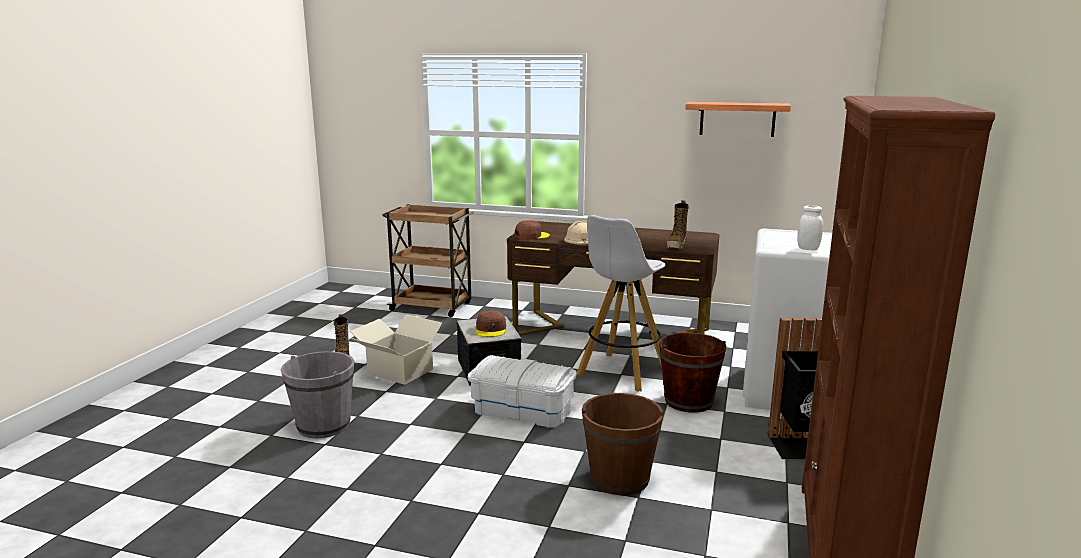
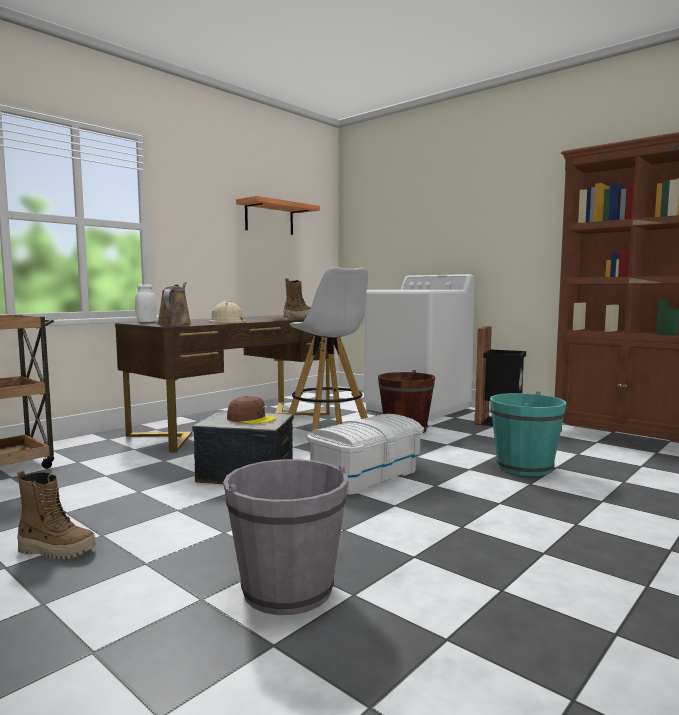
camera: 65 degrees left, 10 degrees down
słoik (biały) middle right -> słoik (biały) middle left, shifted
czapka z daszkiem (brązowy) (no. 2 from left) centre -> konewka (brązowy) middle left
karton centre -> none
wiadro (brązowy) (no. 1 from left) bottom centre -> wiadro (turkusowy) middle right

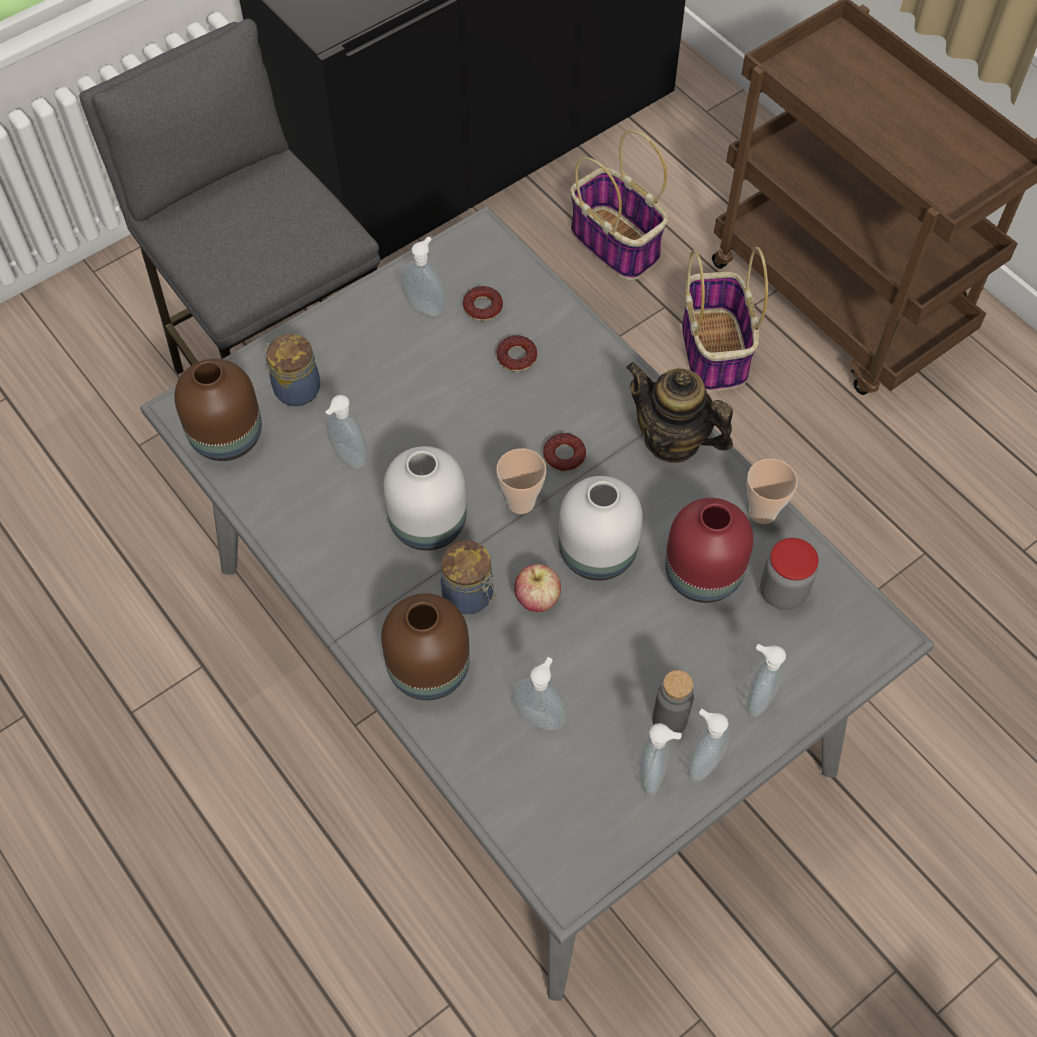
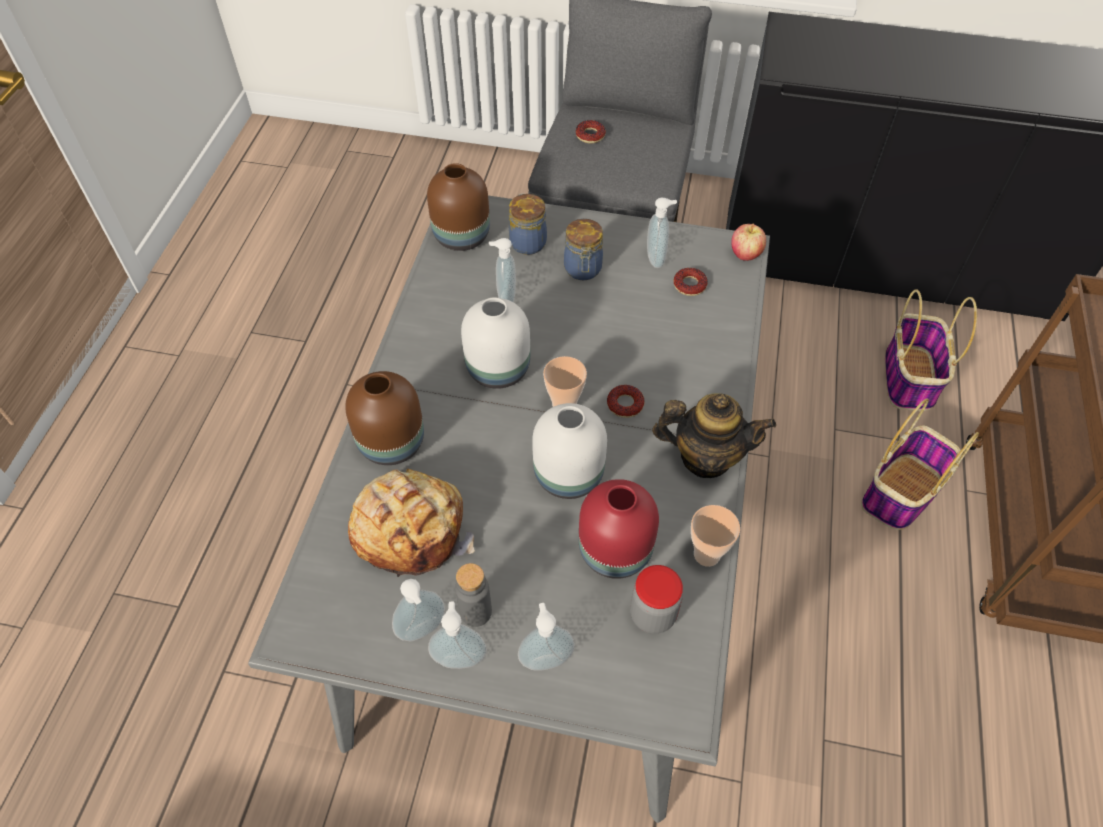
camera: 50 degrees right, 5 degrees down
donut (no. 2 from left in the first image) centre -> donut (no. 1 from left) top centre, shifted
imbryk centre, 105 degrees clockwise
słoik (no. 2 from left) centre -> słoik (no. 2 from left) top centre, shifted
jabłko centre -> jabłko top right, shifted
dozownik mydła (no. 3 from left) bottom centre -> chleb centre

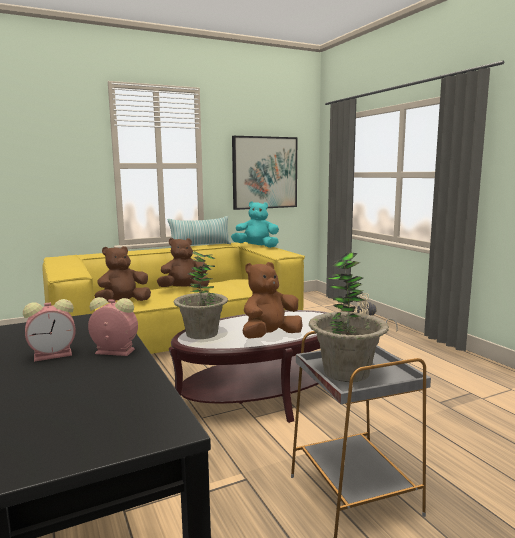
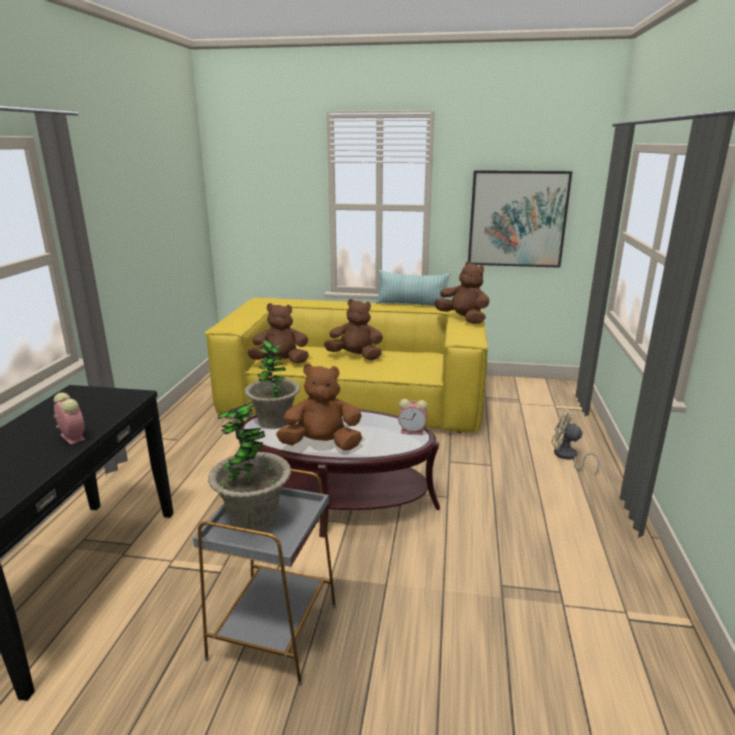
camera: 35 degrees right, 10 degrees up
pluszak (turkusowy) centre -> pluszak (brązowy) (no. 4 from left) centre
budzik (no. 1 from left in the first image) middle left -> budzik (no. 2 from left) centre, shifted

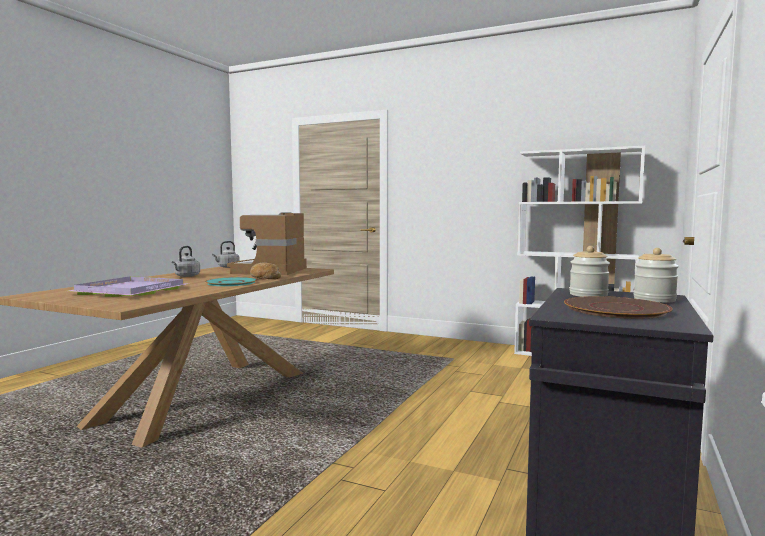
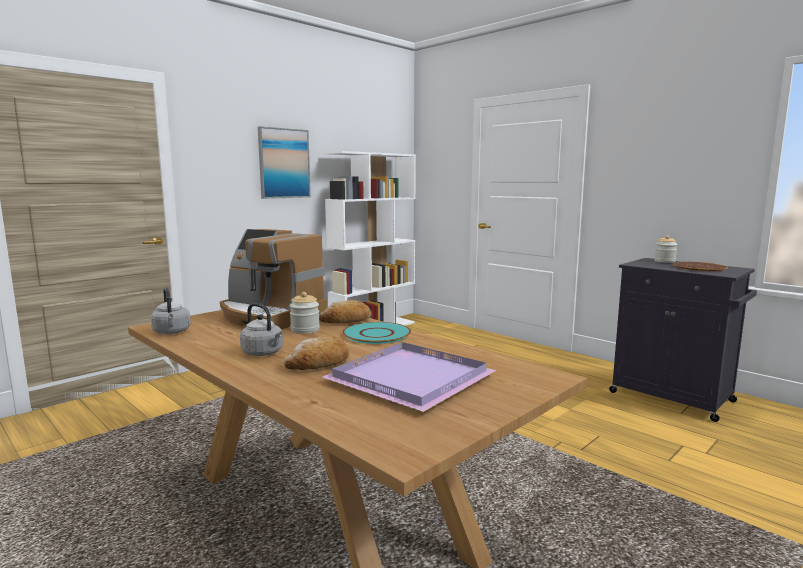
camera: 70 degrees left, 5 degrees up
słoik (no. 1 from left) middle right -> słoik (no. 1 from left) centre, shifted
none -> obraz top centre
none -> chleb (no. 1 from left) centre

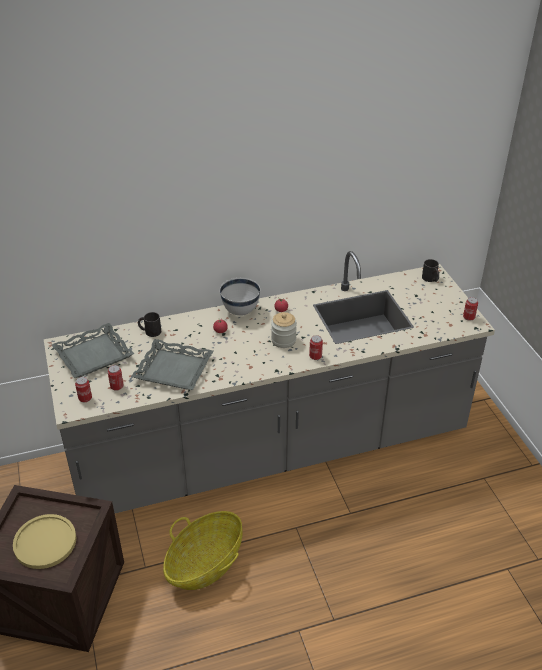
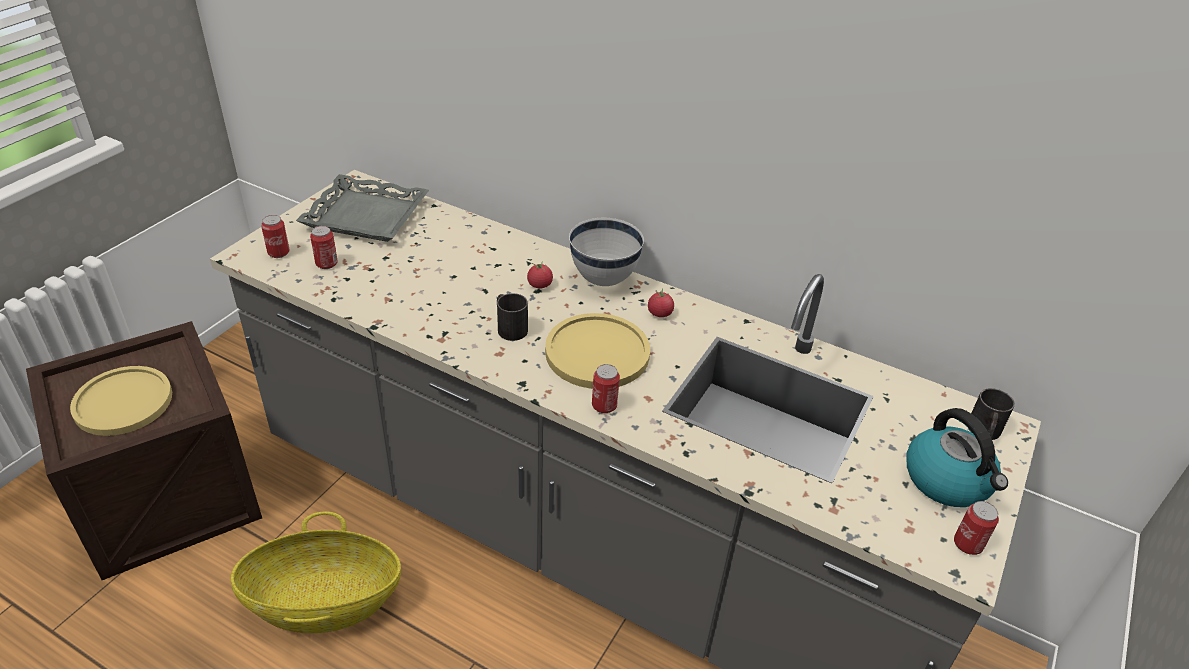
camera: 45 degrees right, 0 degrees up
kubek (czarny) (no. 1 from left) middle left -> kubek (czarny) (no. 1 from left) centre, shifted
słoik centre -> talerz (żółty) (no. 2 from left) centre
taca (szary) (no. 2 from left) middle left -> none
none -> czajnik bottom right

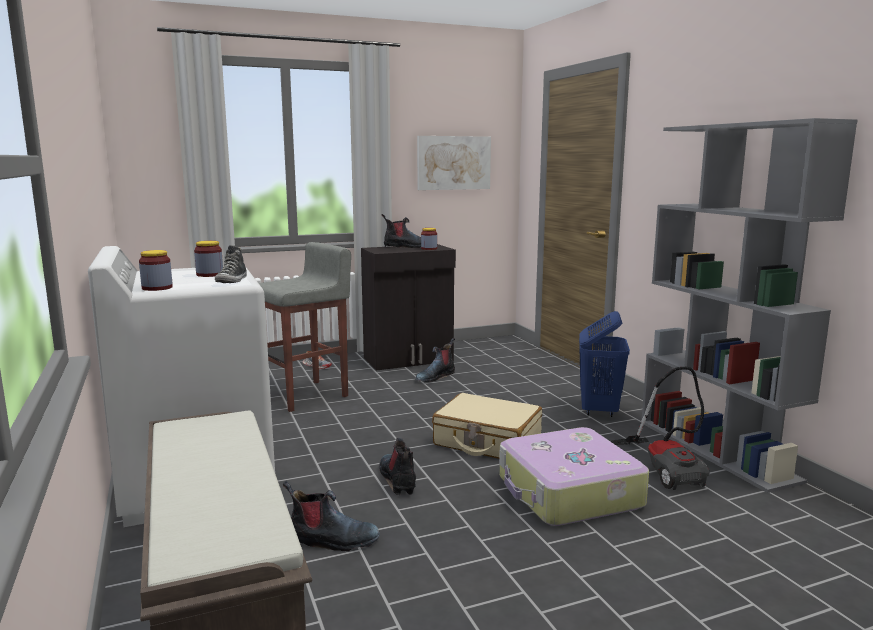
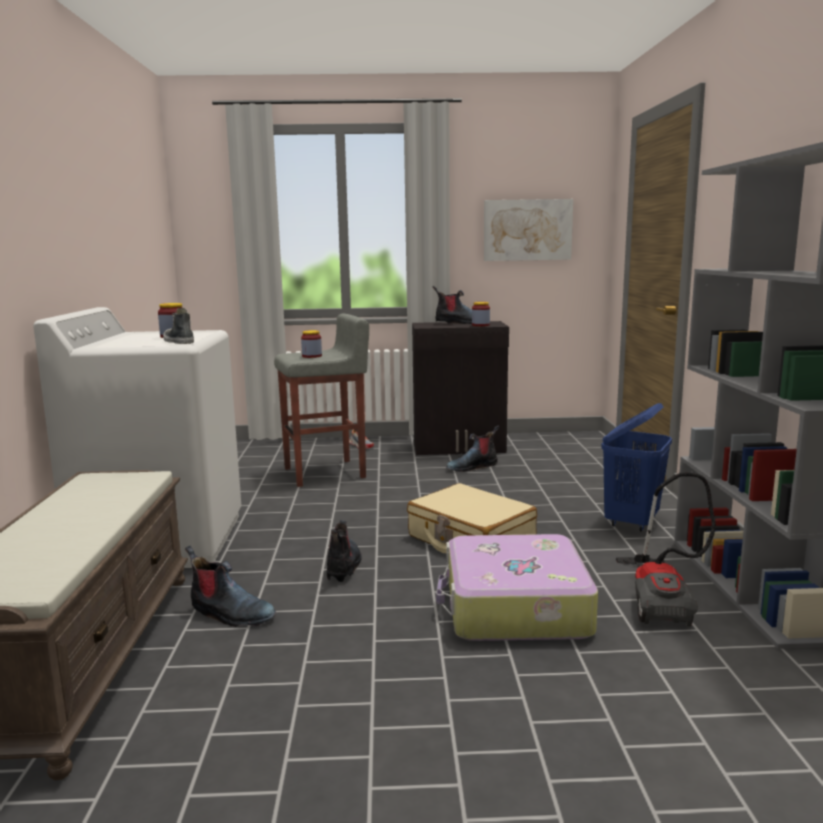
camera: 20 degrees right, 0 degrees up
but (no. 1 from left) middle left, 120 degrees clockwise
słoik (no. 1 from left in the first image) middle left -> słoik (no. 2 from left) centre, shifted

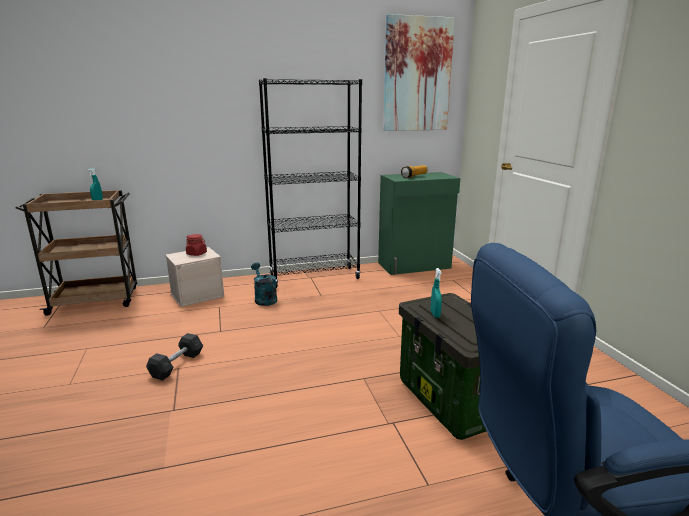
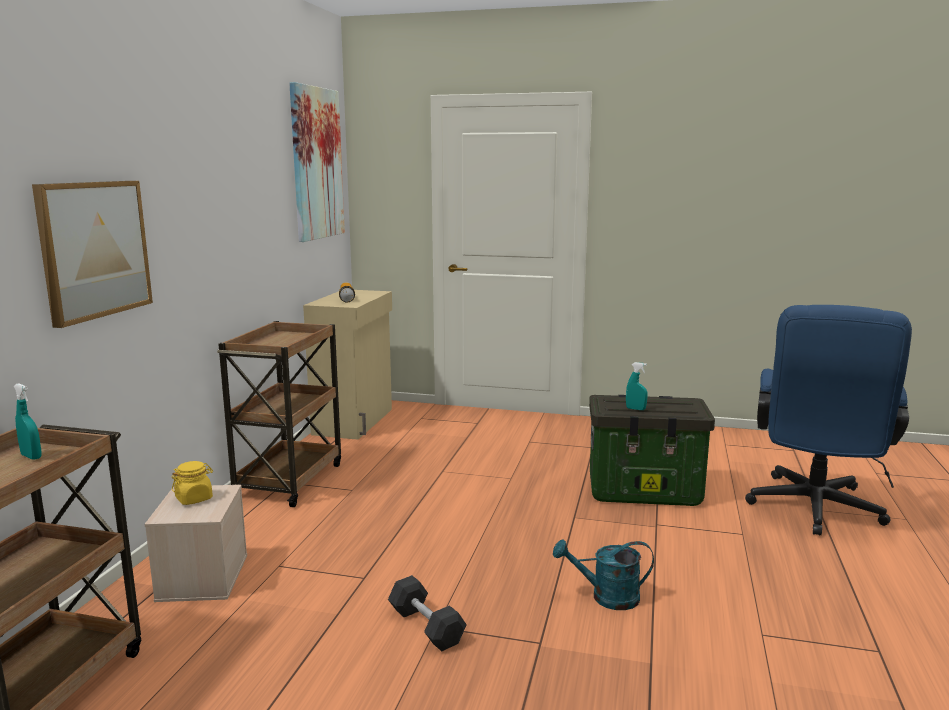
camera: 60 degrees left, 5 degrees down
regał (czarny) centre -> wózek (brązowy) (no. 2 from left) middle left
szafka (zielony) centre -> szafka (beżowy) centre
słoik (czerwony) middle left -> słoik (żółty) bottom left
konewka (turkusowy) centre -> konewka (turkusowy) bottom centre, shifted
none -> obraz (no. 1 from left) middle left

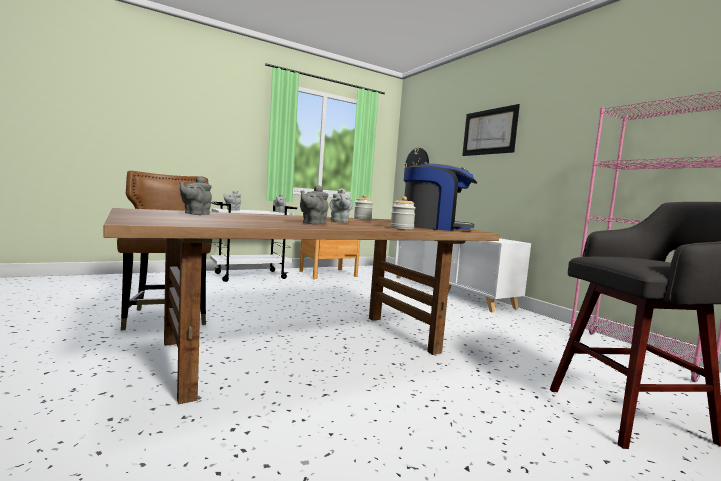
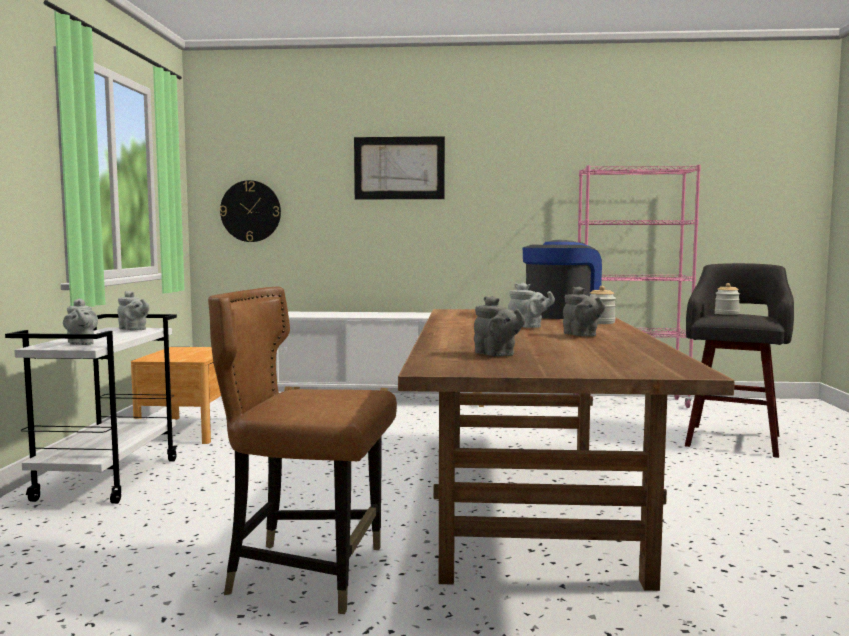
camera: 55 degrees left, 0 degrees up
słoik (no. 1 from left in the first image) centre -> słoik (no. 2 from left) middle right, shifted

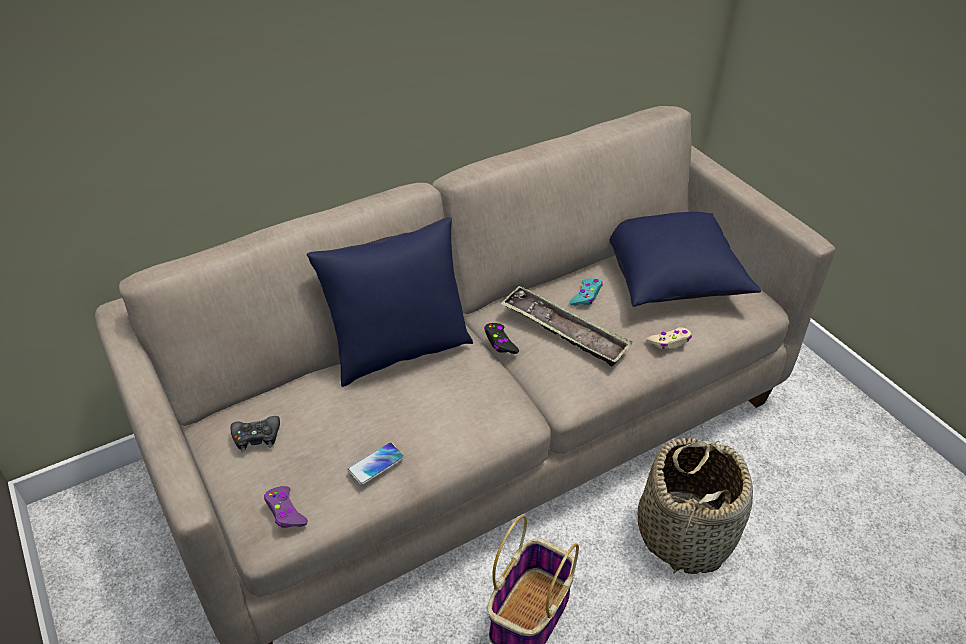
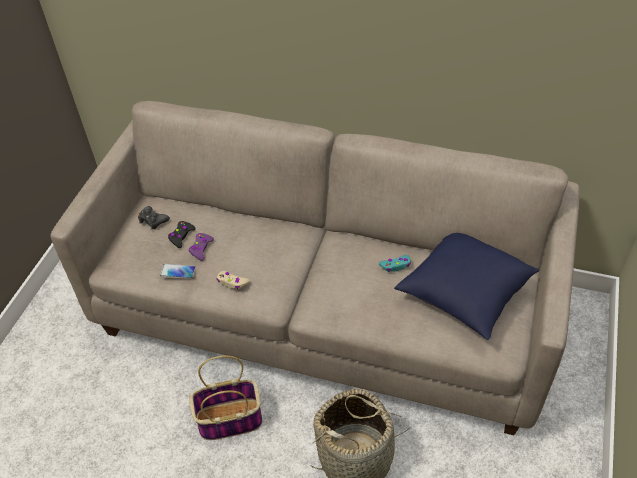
camera: 50 degrees right, 5 degrees up
poduszka (niebieski) (no. 1 from left) centre -> none
taca centre -> none
pad do gier (czarny) (no. 2 from left) centre -> pad do gier (czarny) (no. 2 from left) middle left, shifted
pad do gier (beżowy) middle right -> pad do gier (beżowy) centre, shifted
pad do gier (fioletowy) bottom left -> pad do gier (fioletowy) middle left, shifted

